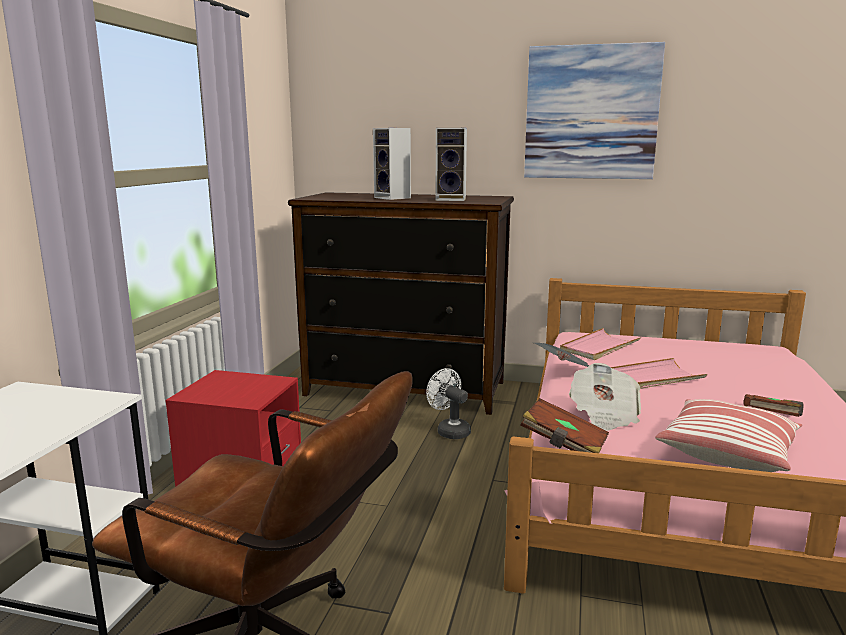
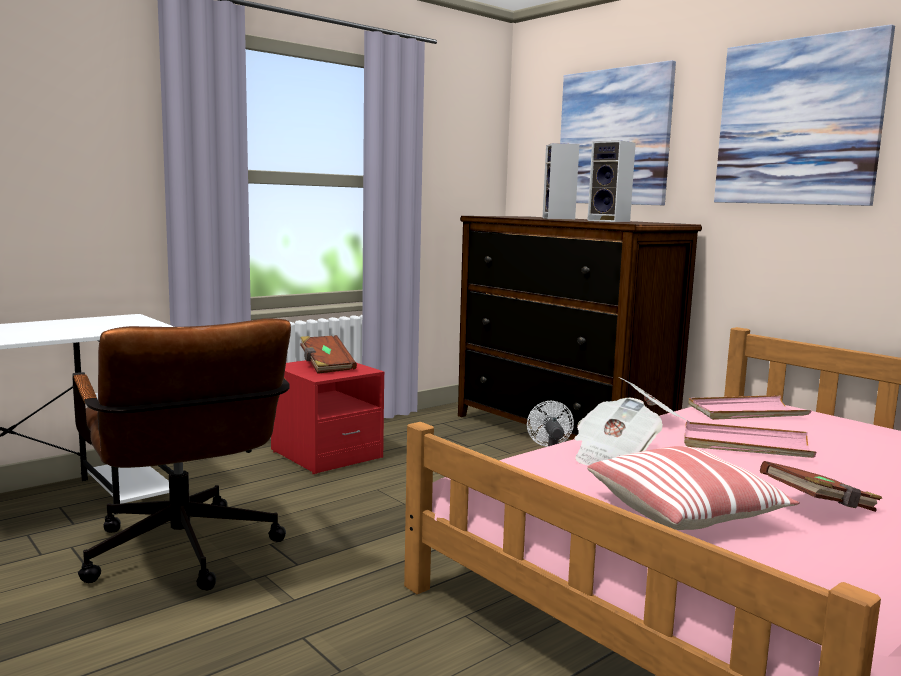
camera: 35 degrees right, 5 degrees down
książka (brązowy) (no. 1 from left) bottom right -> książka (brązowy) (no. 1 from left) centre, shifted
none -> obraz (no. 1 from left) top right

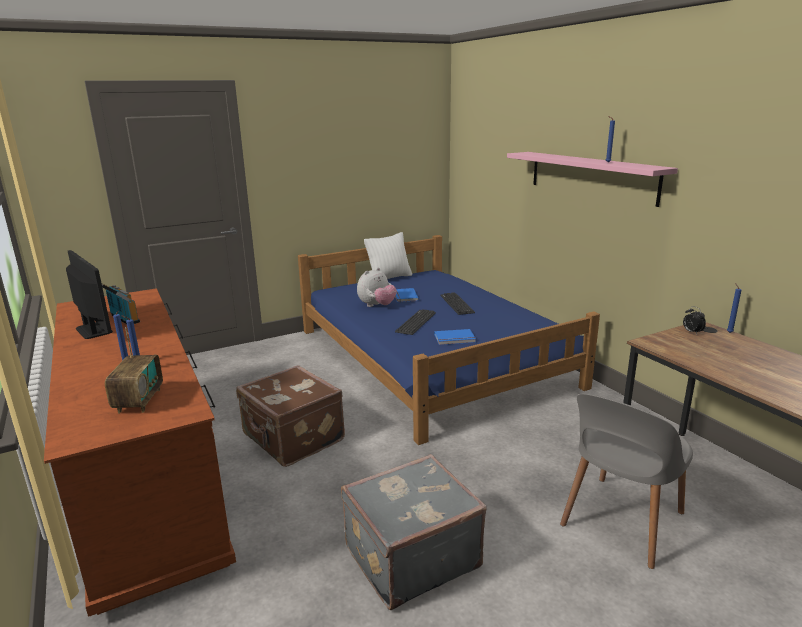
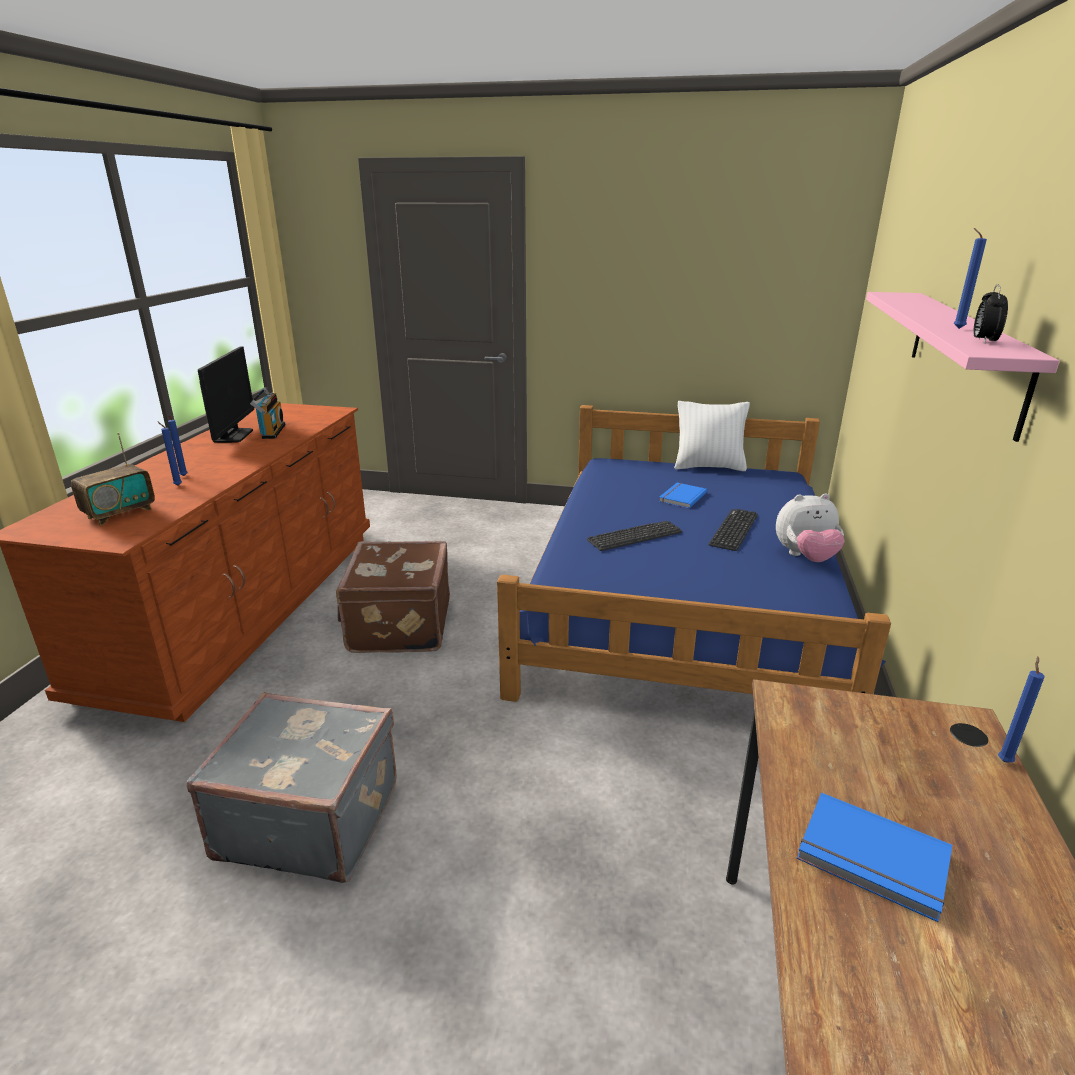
camera: 40 degrees right, 5 degrees up
pluszak centre -> pluszak middle right, shifted
budzik middle right -> budzik top right, shifted
książka (niebieski) (no. 2 from left) centre -> książka (niebieski) (no. 2 from left) bottom right, shifted
krzesło (szary) bottom right -> none

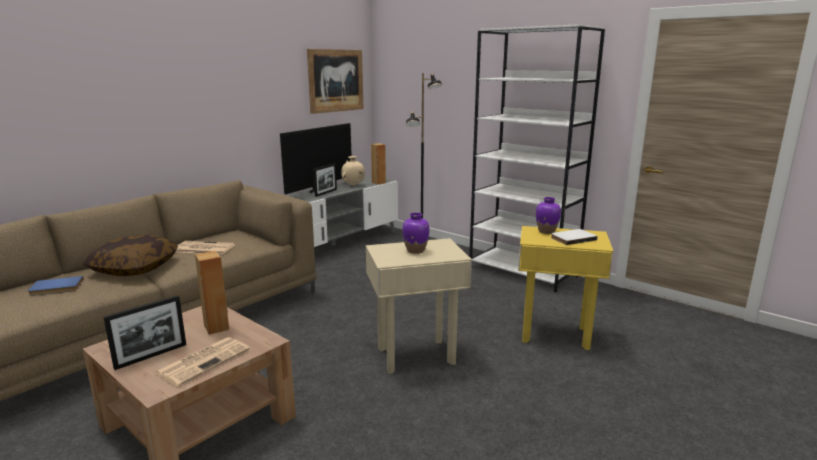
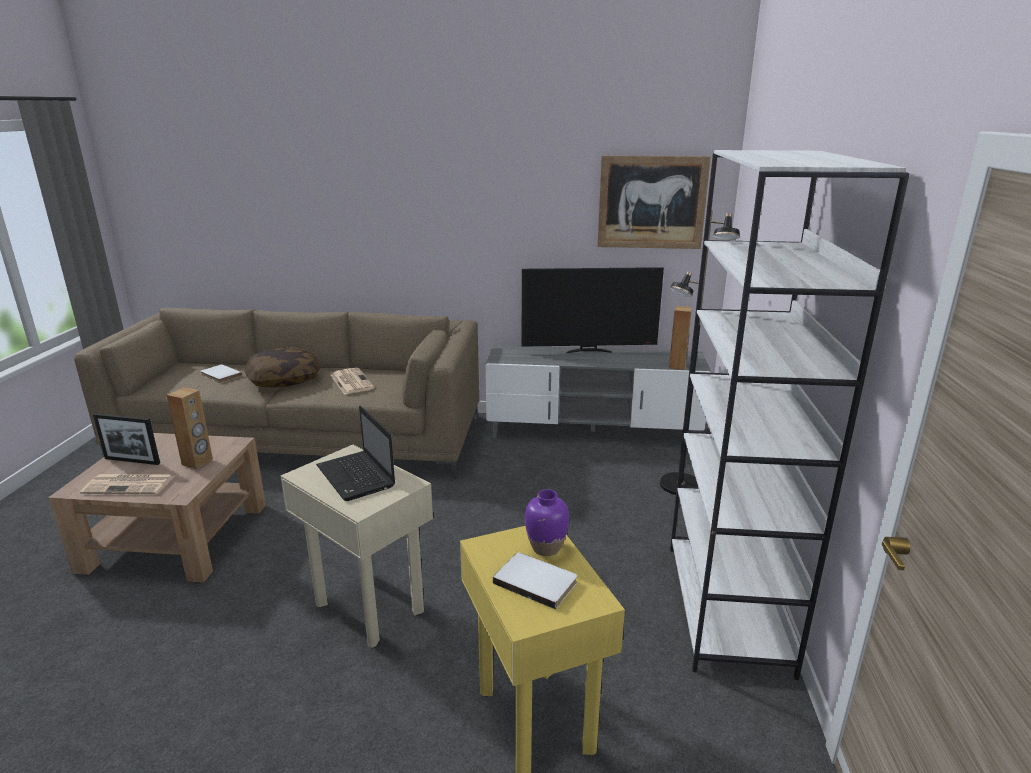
camera: 55 degrees right, 5 degrees up
wazon (beżowy) centre -> none
ramka na zdjęcie (no. 2 from left) centre -> none
wazon (fioletowy) (no. 1 from left) centre -> laptop centre
książka (niebieski) middle left -> książka (biały) (no. 1 from left) middle left

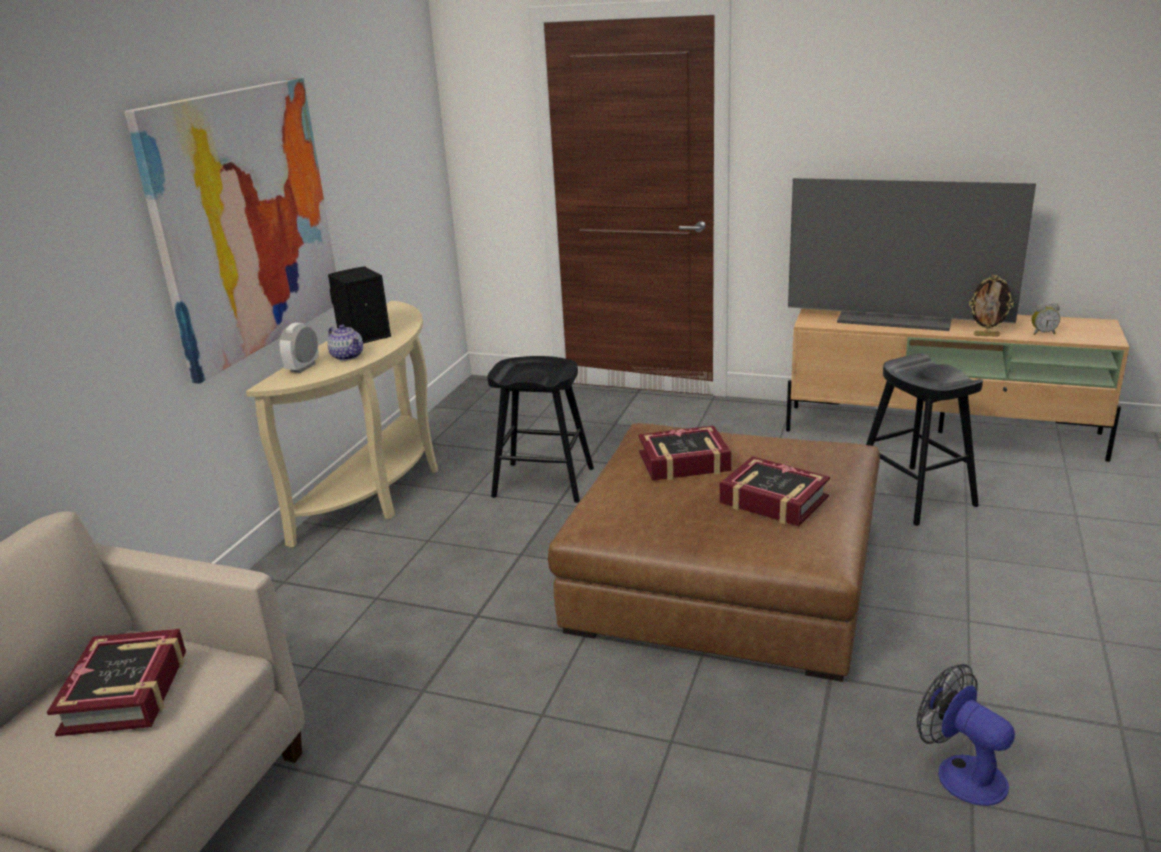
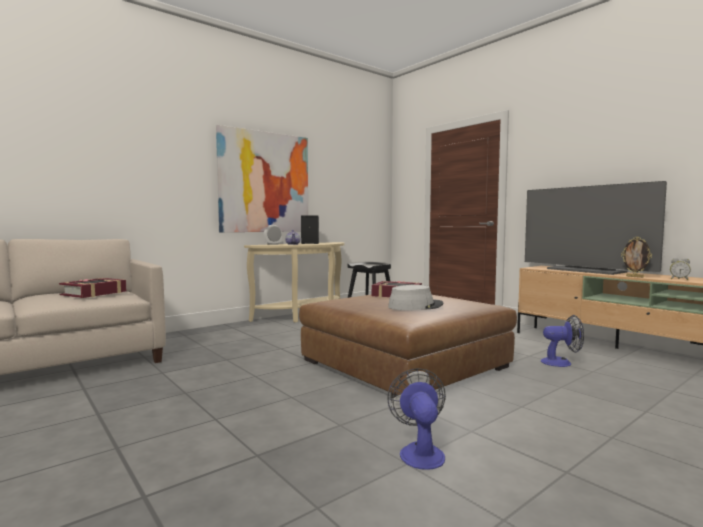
camera: 30 degrees right, 20 degrees down
stołek (czarny) (no. 2 from left) middle right -> wentylator (no. 2 from left) middle right
książka (no. 3 from left) middle right -> kapelusz (szary) centre

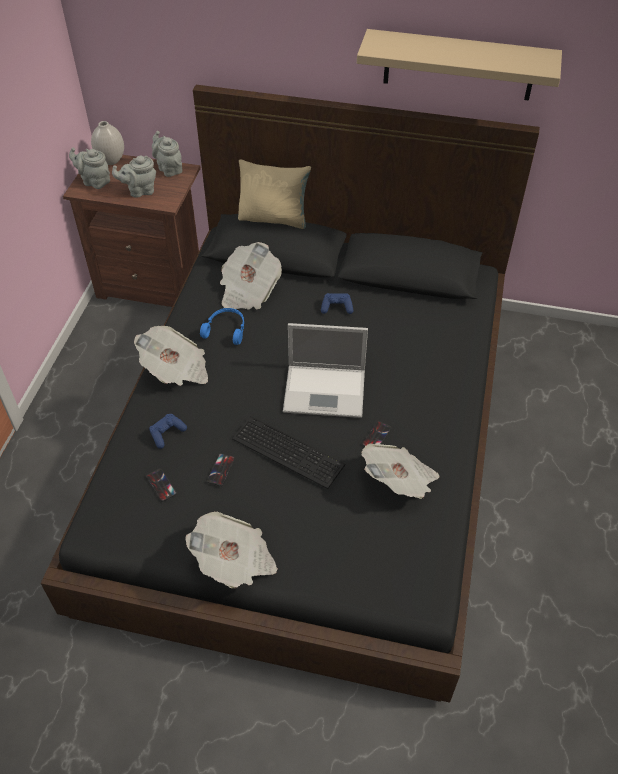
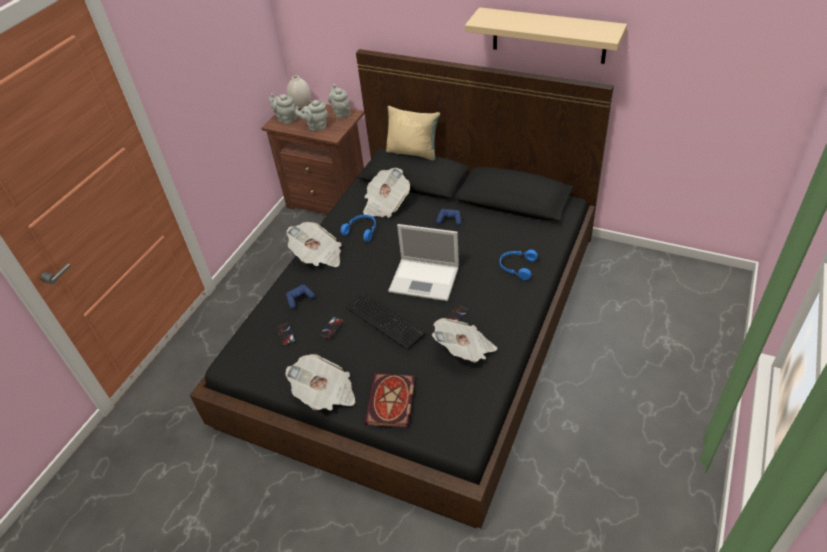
camera: 15 degrees right, 5 degrees down
none -> słuchawki (niebieski) (no. 2 from left) centre
none -> książka bottom centre

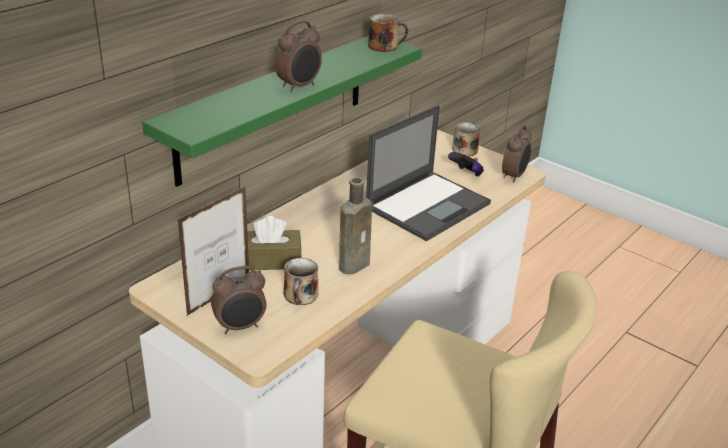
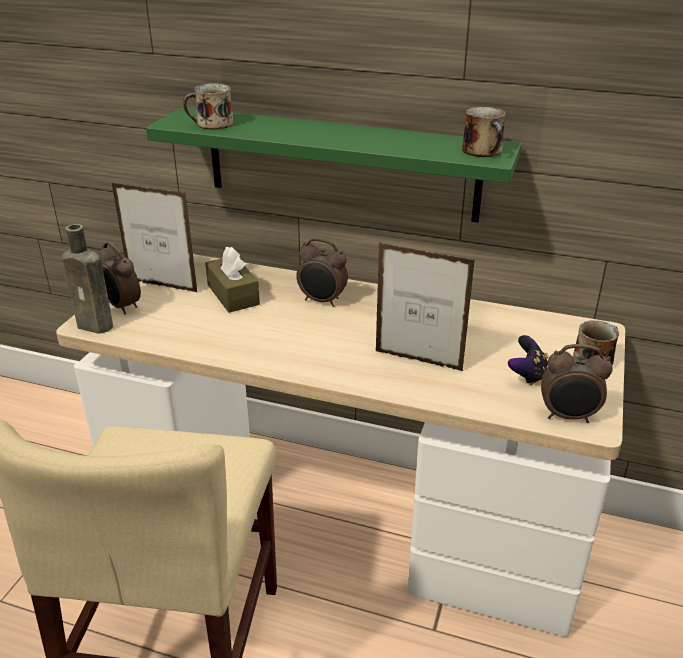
camera: 70 degrees right, 0 degrees up
budzik (no. 2 from left) top centre -> budzik (no. 2 from left) centre, shifted
laptop centre -> ramka na zdjęcie (no. 2 from left) centre
butelka (brązowy) centre -> butelka (brązowy) middle left, shifted
kubek (no. 1 from left) centre -> kubek (no. 1 from left) top left, shifted

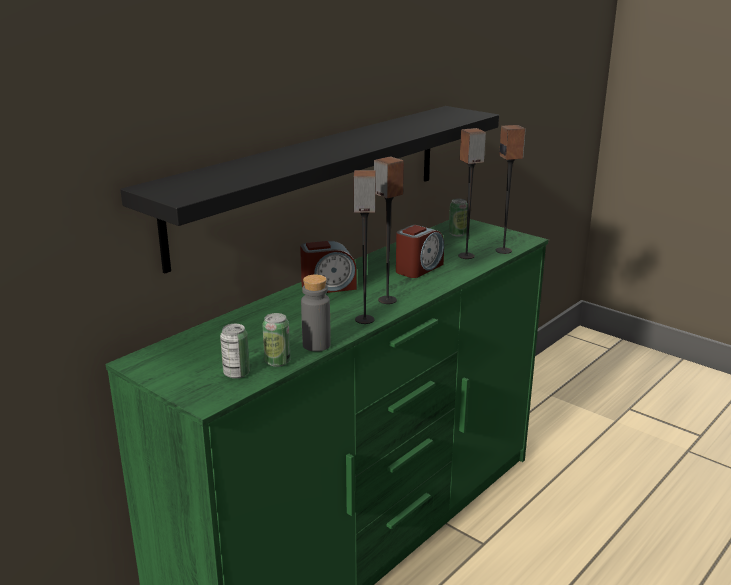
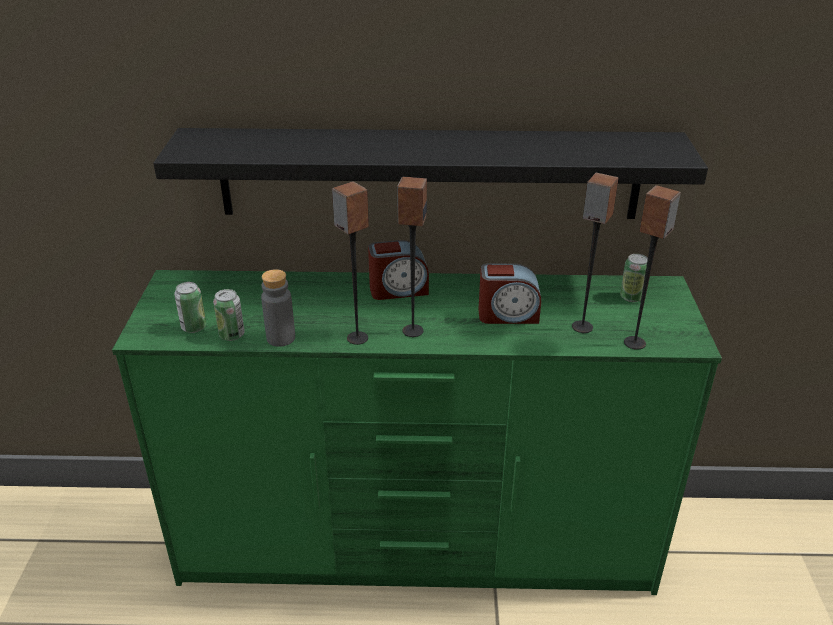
camera: 50 degrees right, 10 degrees up
budzik (no. 1 from left) centre, 45 degrees counterclockwise

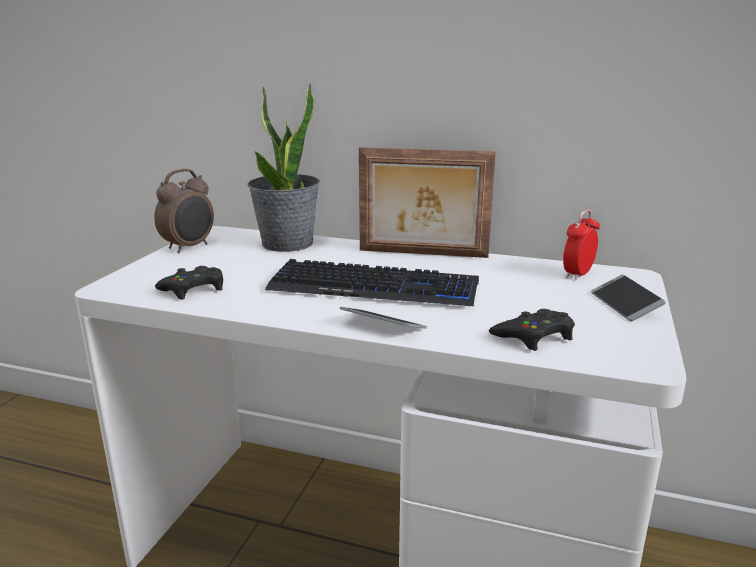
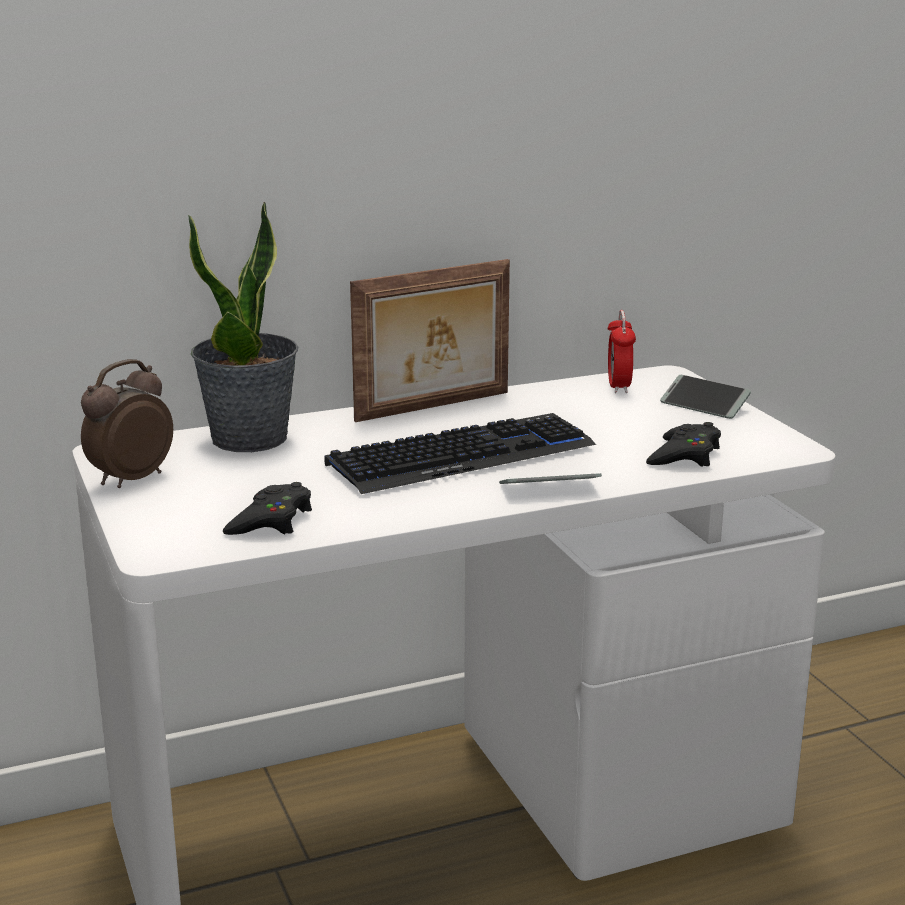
camera: 40 degrees left, 0 degrees up
budzik (no. 1 from left) middle left, 135 degrees counterclockwise

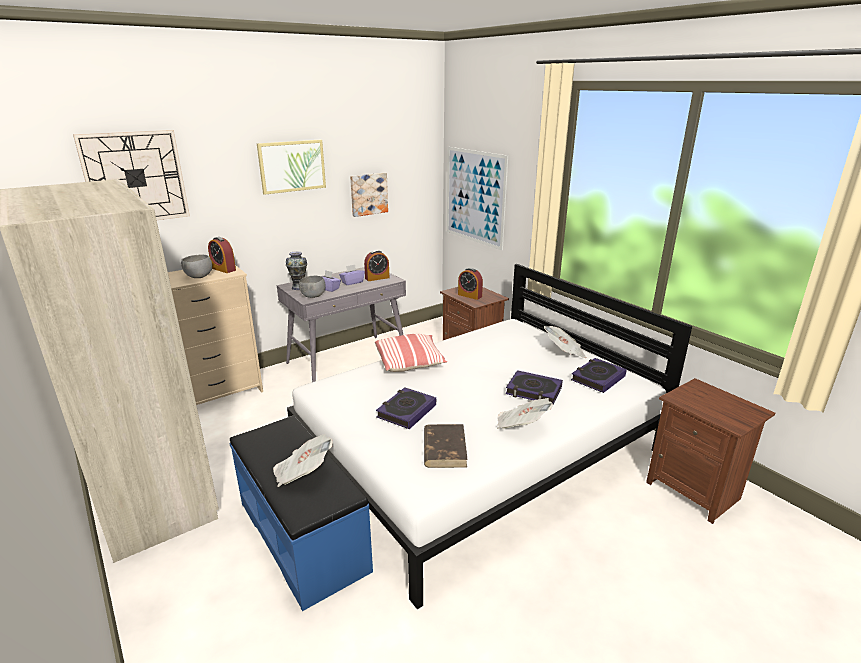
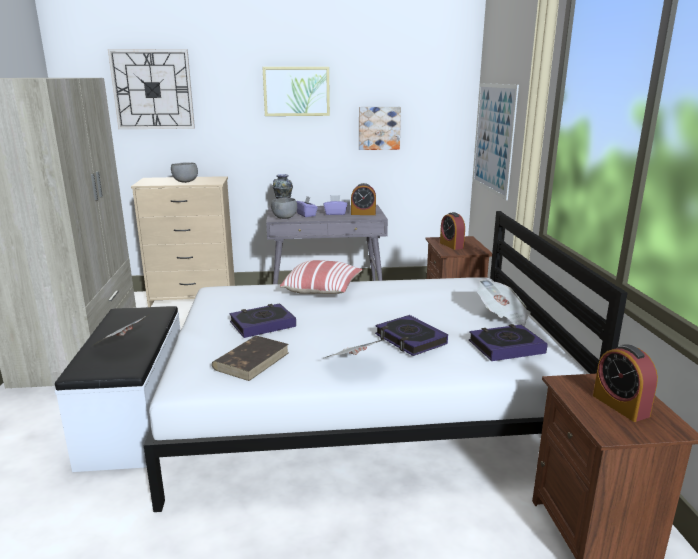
camera: 30 degrees right, 5 degrees down
budzik (no. 1 from left in the first image) middle left -> budzik (no. 3 from left) bottom right, shifted
ławka (niebieski) bottom centre -> ławka (biały) bottom left

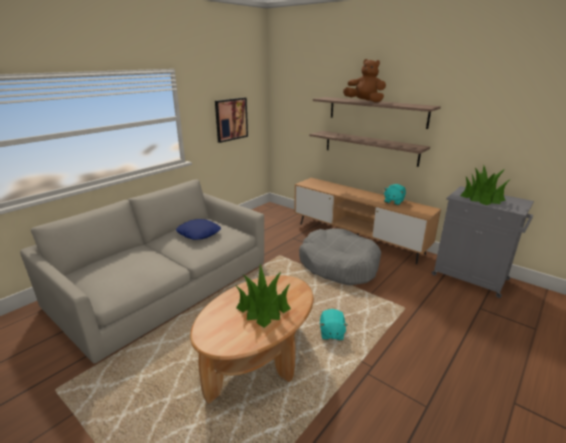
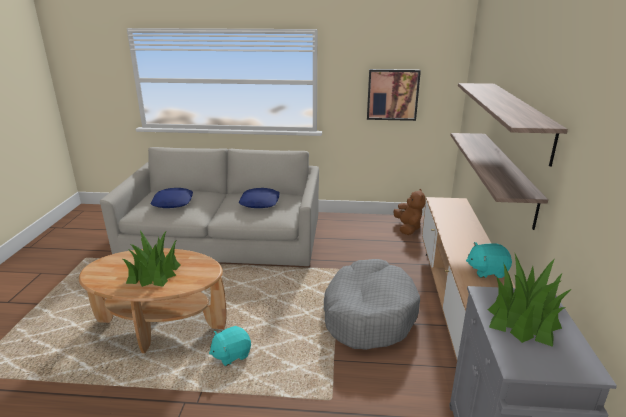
camera: 55 degrees right, 0 degrees up
pluszak (brązowy) top centre -> pluszak (brązowy) centre, shifted
none -> poduszka (niebieski) (no. 1 from left) middle left

